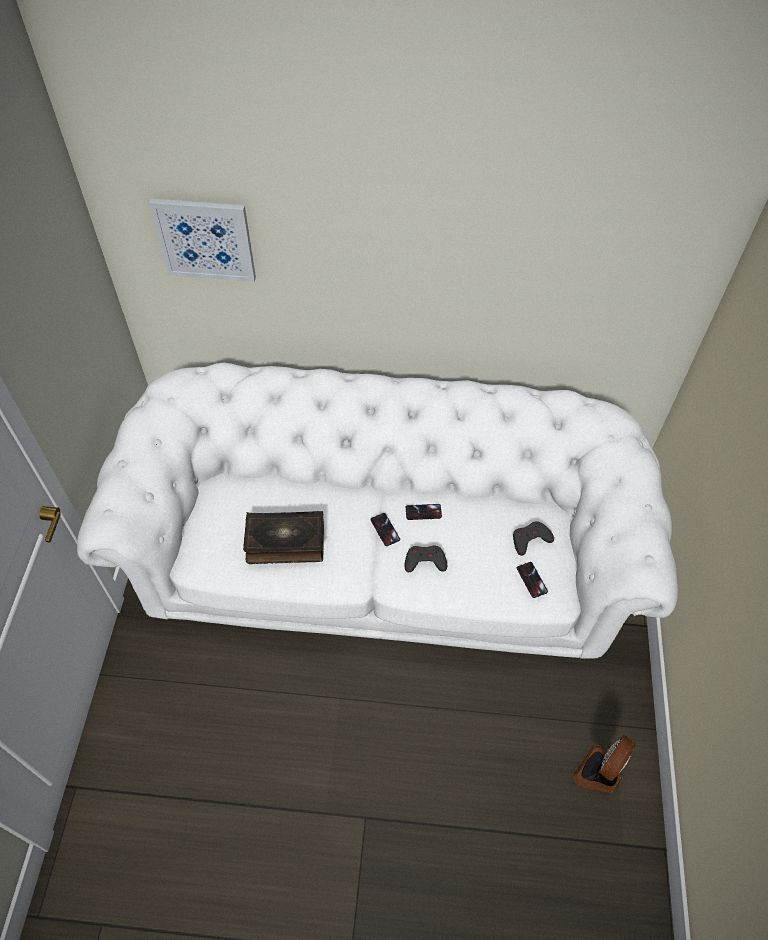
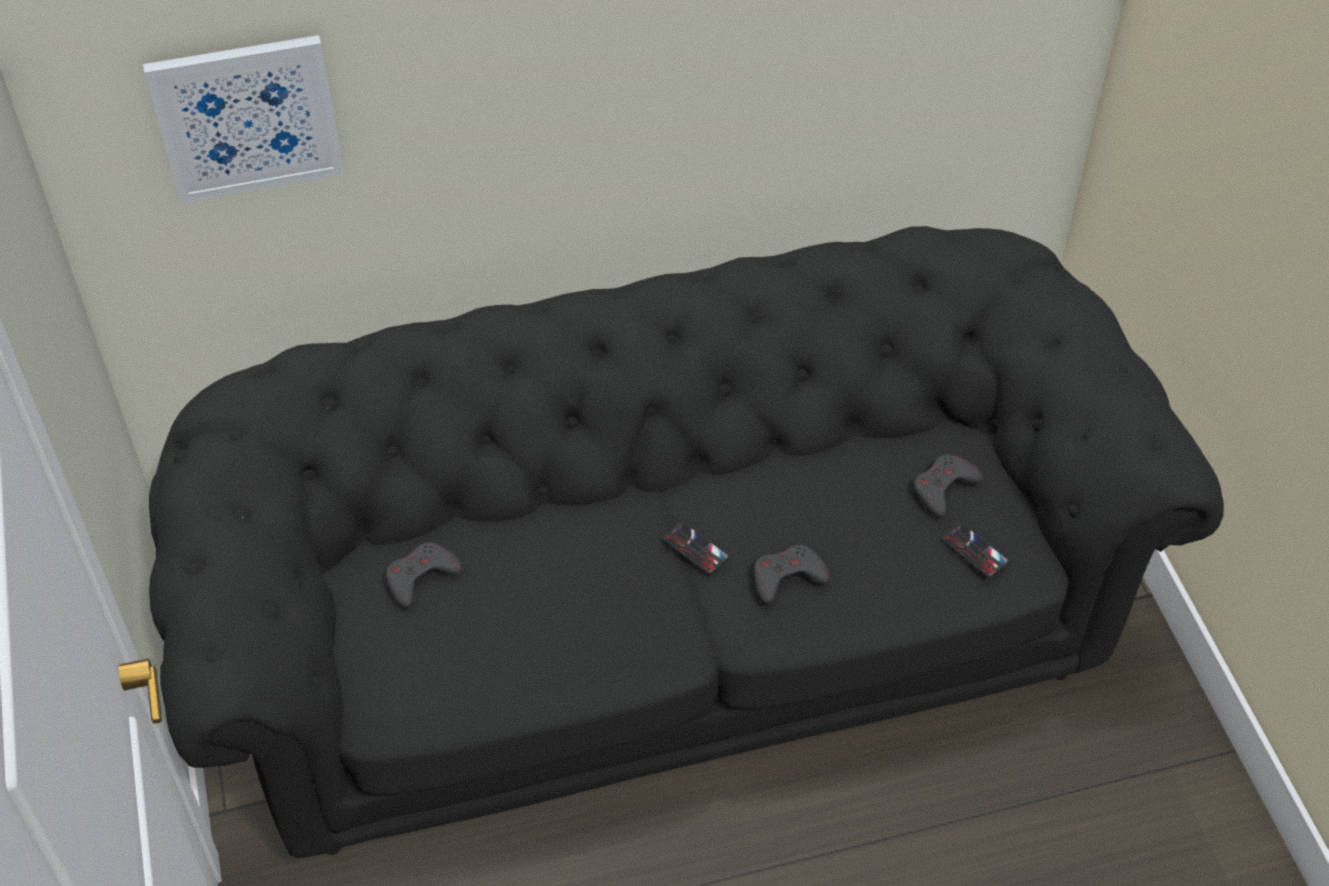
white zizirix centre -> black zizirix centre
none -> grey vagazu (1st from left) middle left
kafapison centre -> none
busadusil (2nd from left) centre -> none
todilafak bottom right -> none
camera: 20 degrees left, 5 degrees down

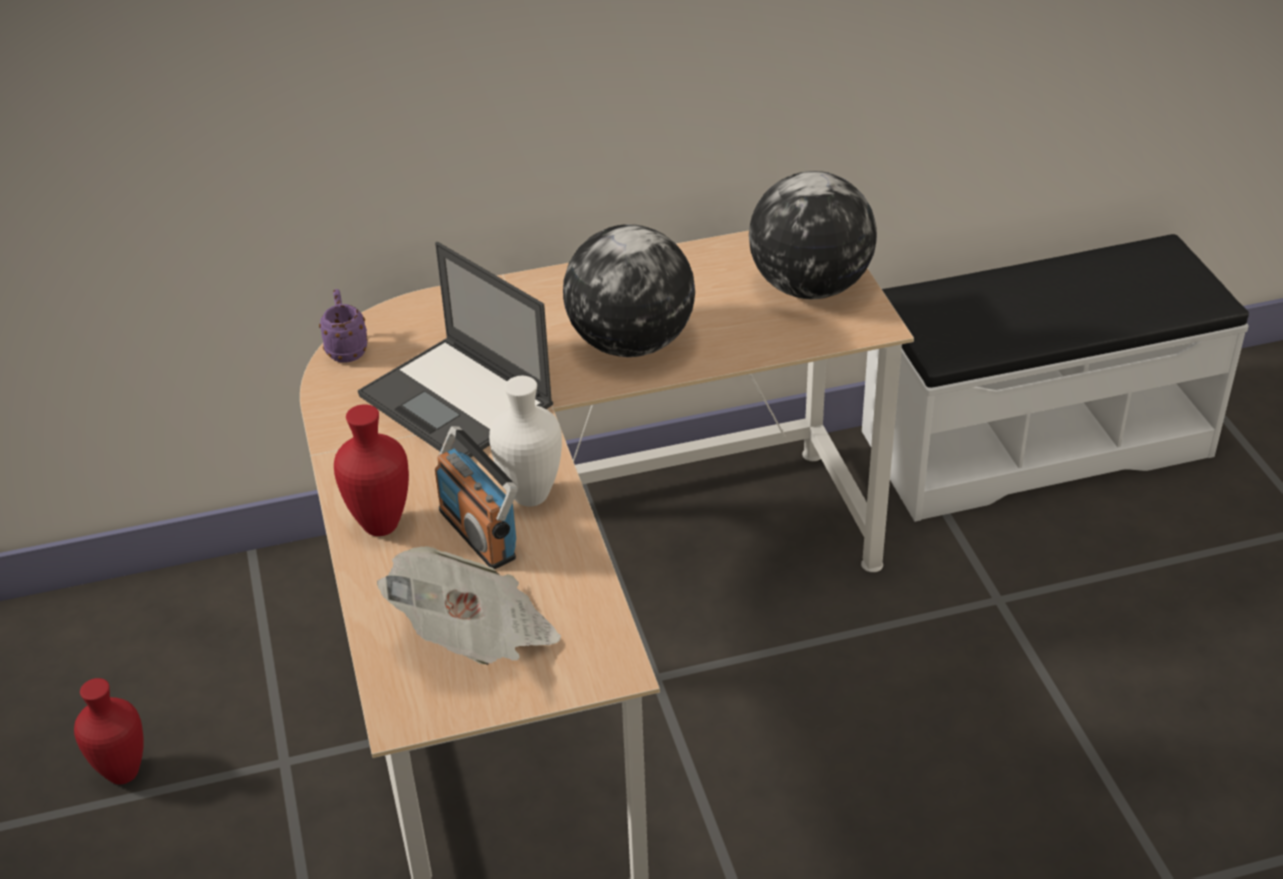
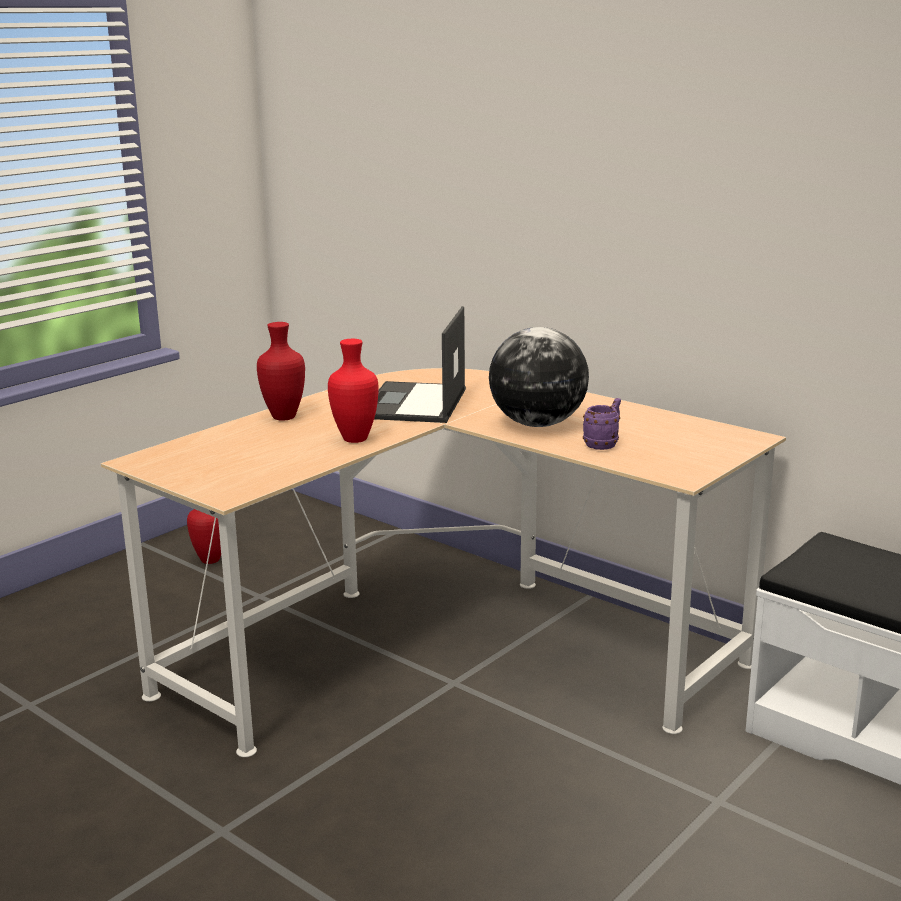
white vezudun centre -> red vezudun (3rd from left) centre
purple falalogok middle left -> purple falalogok middle right, move
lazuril bottom centre -> none
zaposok centre -> none
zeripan (2nd from left) top centre -> none
camera: 55 degrees right, 20 degrees down

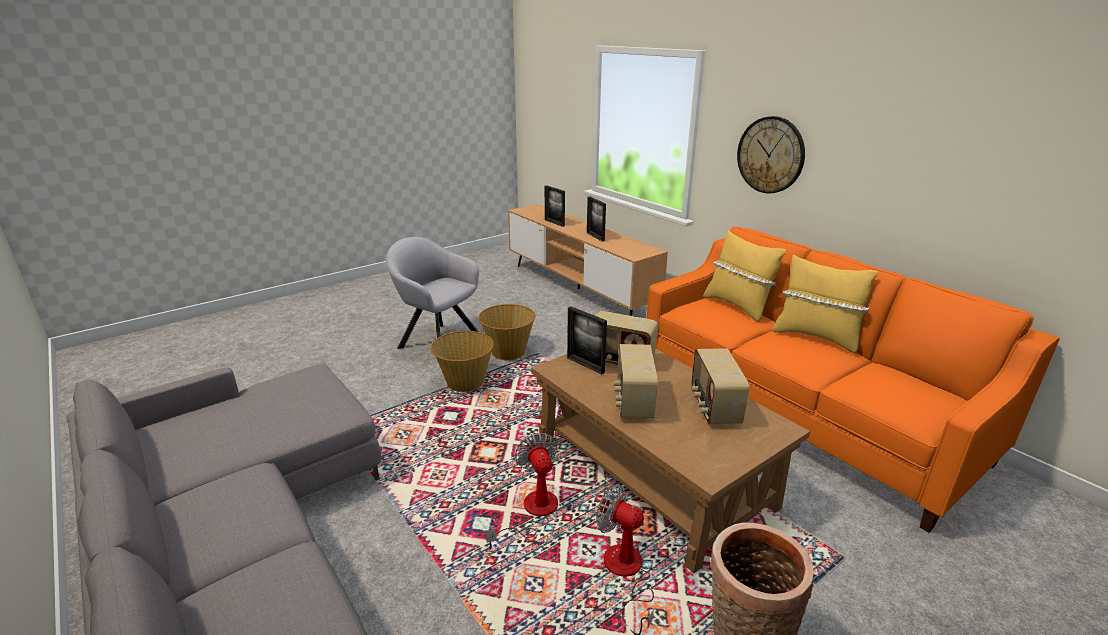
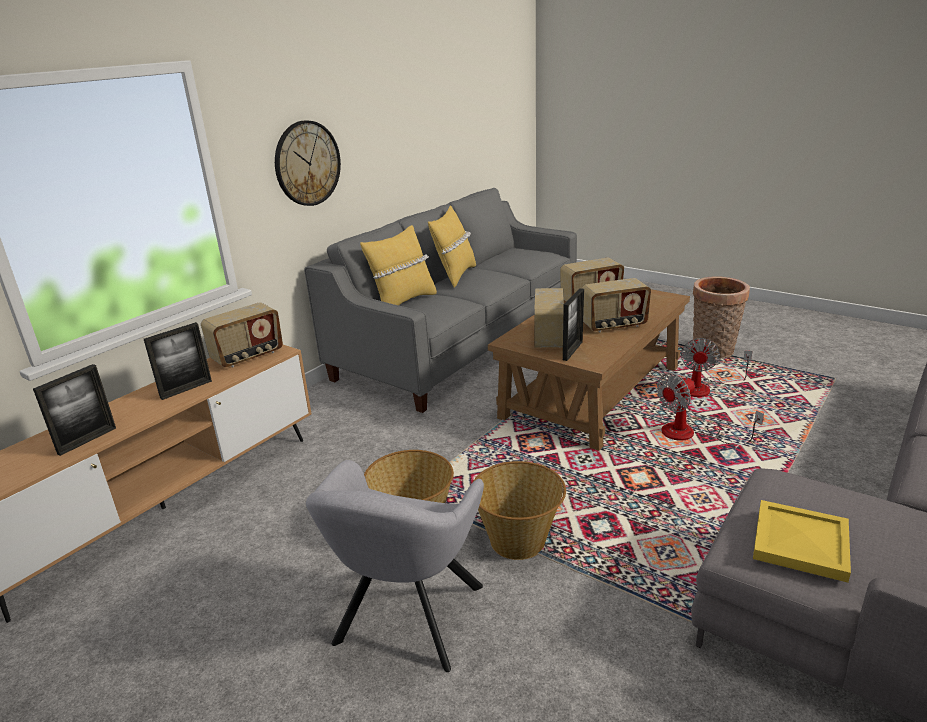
none -> zaposok (1st from left) middle left
orange zizirix middle right -> grey zizirix (1st from left) centre
none -> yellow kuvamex bottom right
camera: 105 degrees left, 0 degrees up

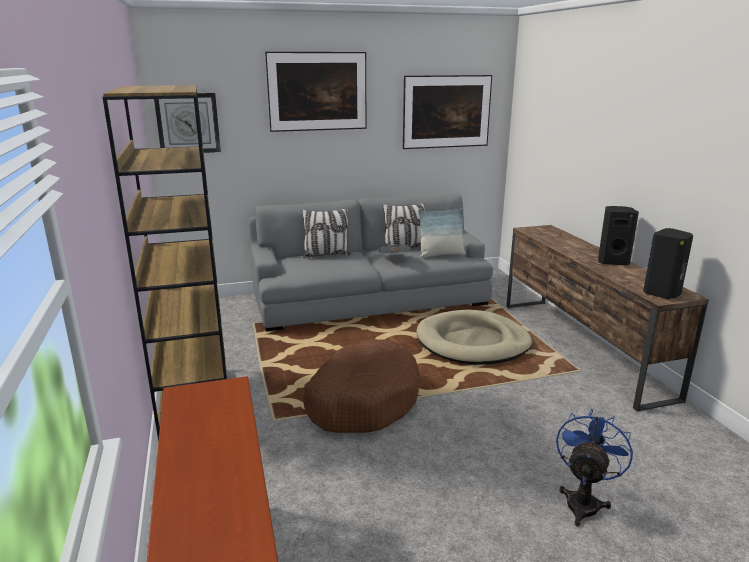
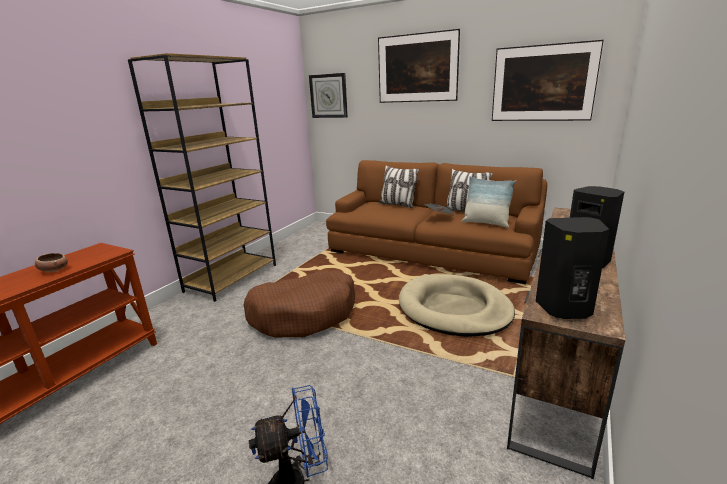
none -> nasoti middle left
grey zizirix centre -> brown zizirix centre
camera: 45 degrees right, 0 degrees up

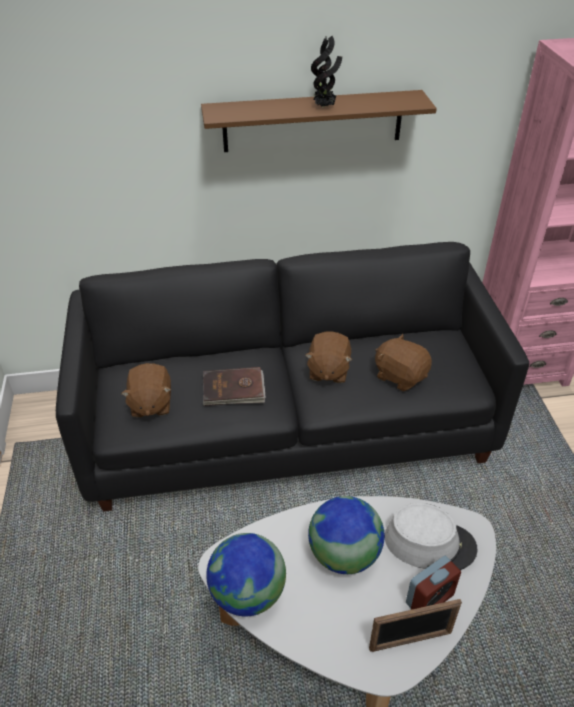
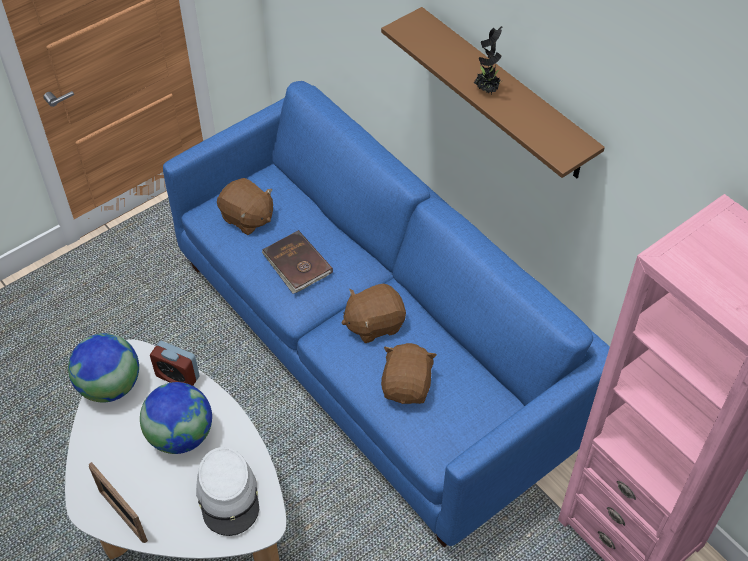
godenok bottom right -> godenok middle left, move
black zizirix centre -> blue zizirix centre
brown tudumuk (1st from left) middle left, 105 degrees counterclockwise
camera: 60 degrees right, 10 degrees up

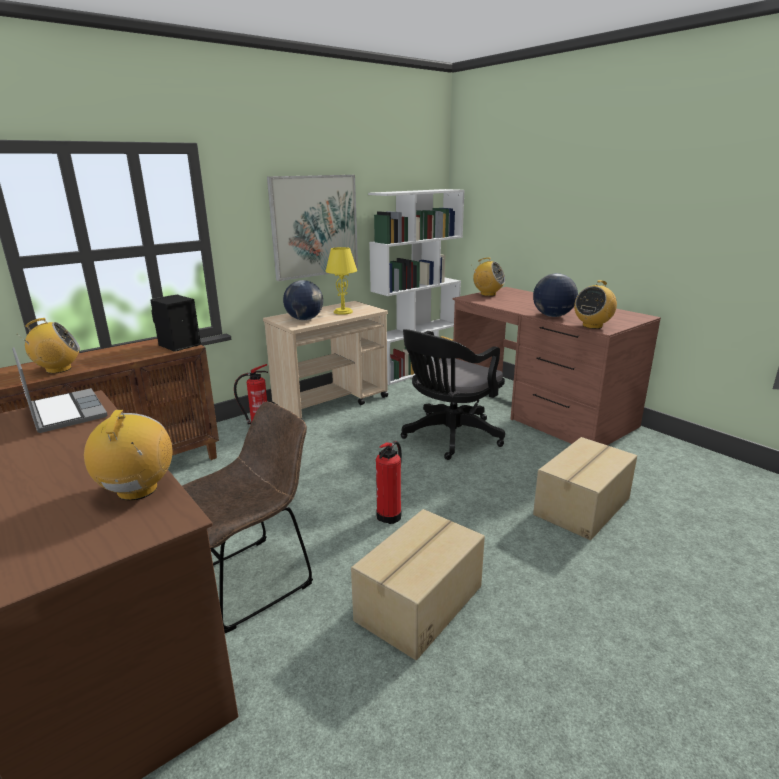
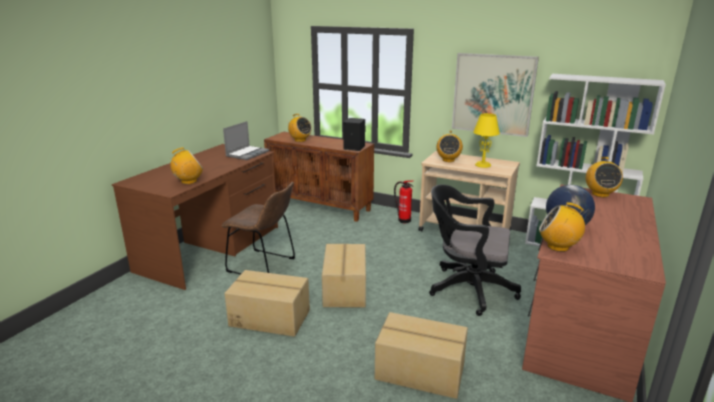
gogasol (2nd from left) centre -> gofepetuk (2nd from left) bottom centre
zeripan (1st from left) centre -> zaposok (3rd from left) centre
camera: 65 degrees right, 0 degrees up

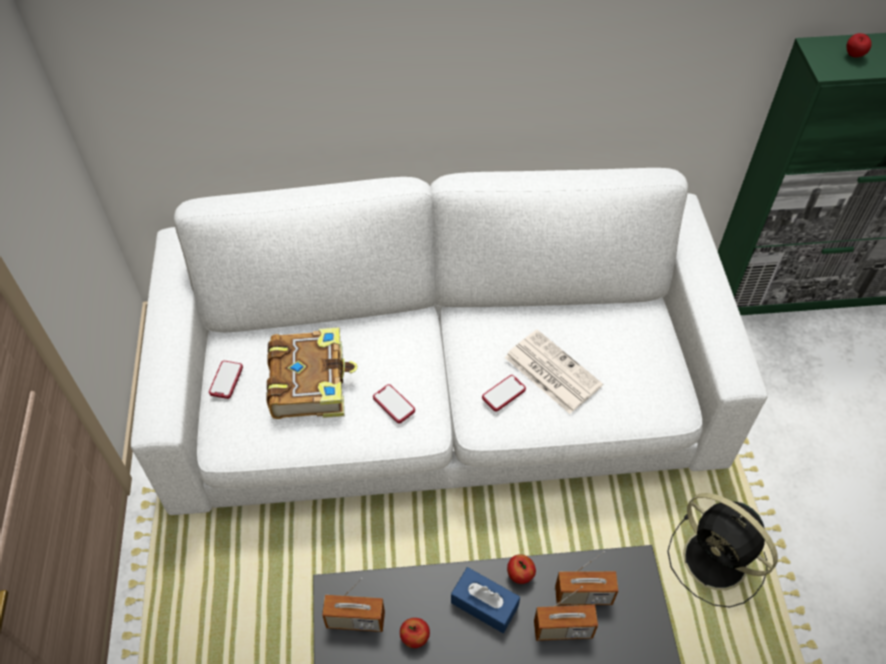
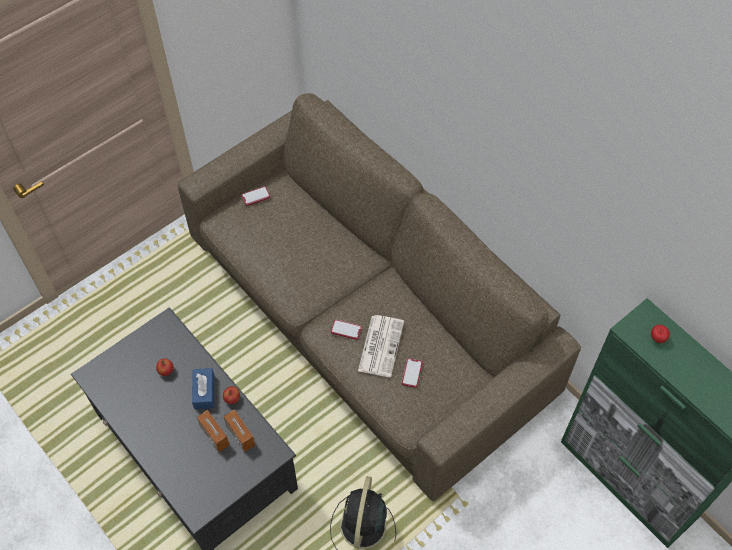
white zizirix centre -> brown zizirix centre
busadusil (2nd from left in the first image) centre -> busadusil (3rd from left) bottom centre, move
kafapison centre -> none
zaposok (1st from left) bottom centre -> none
camera: 55 degrees right, 5 degrees up

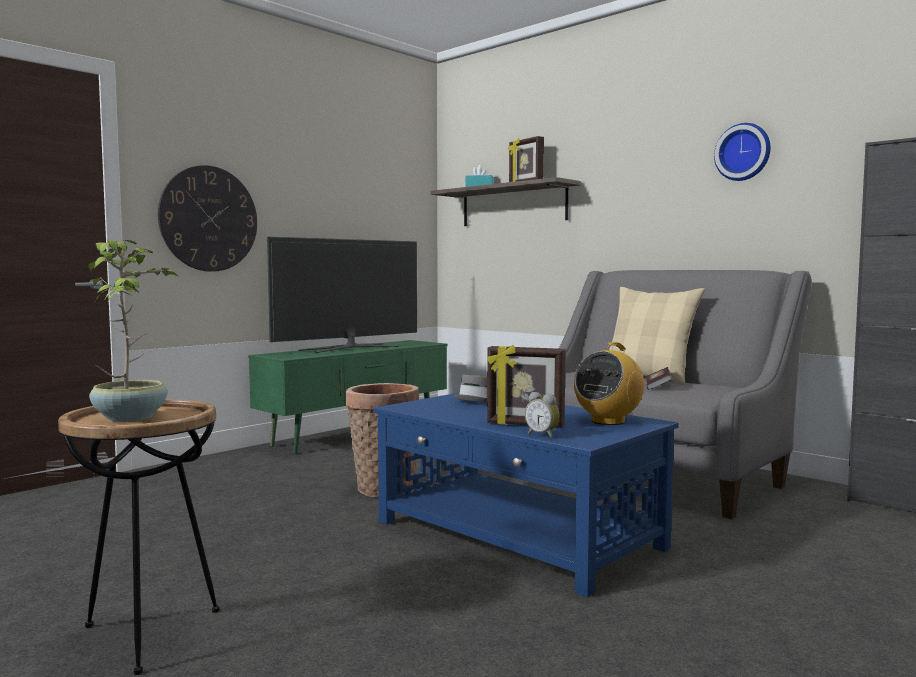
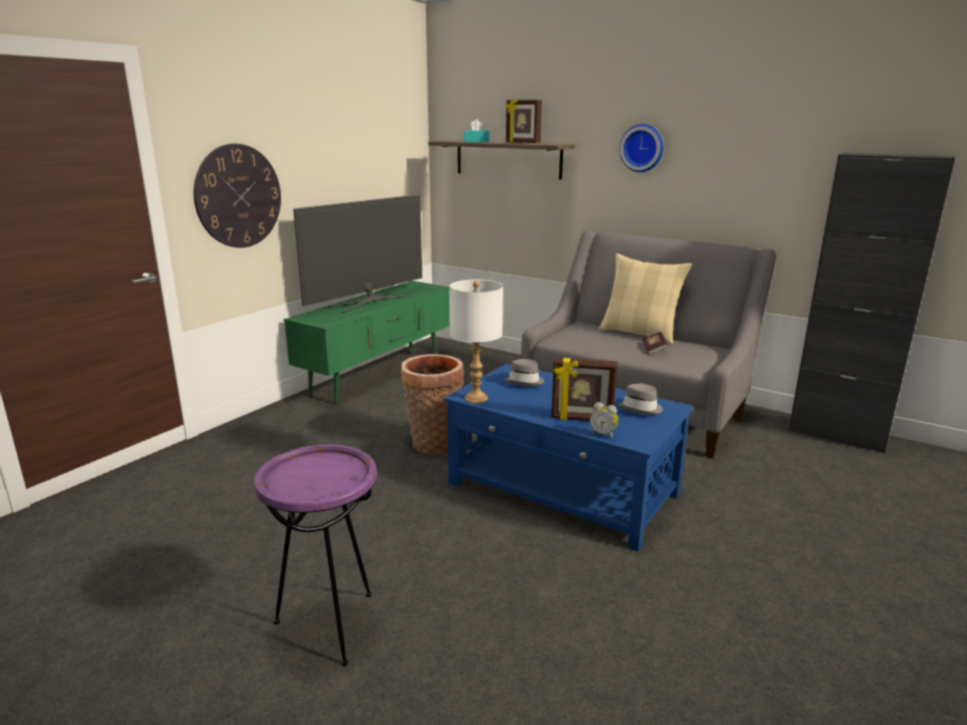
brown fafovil bottom left -> purple fafovil bottom left
none -> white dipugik centre
zaposok centre -> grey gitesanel (2nd from left) centre
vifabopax (2nd from left) top right -> vifabopax (2nd from left) top centre, move
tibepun middle left -> none
camera: 10 degrees left, 15 degrees up

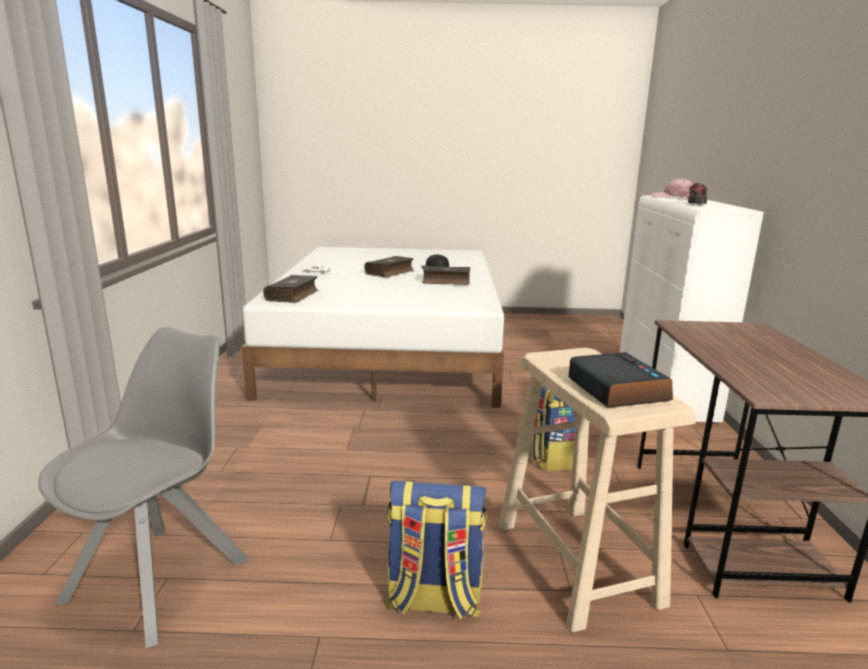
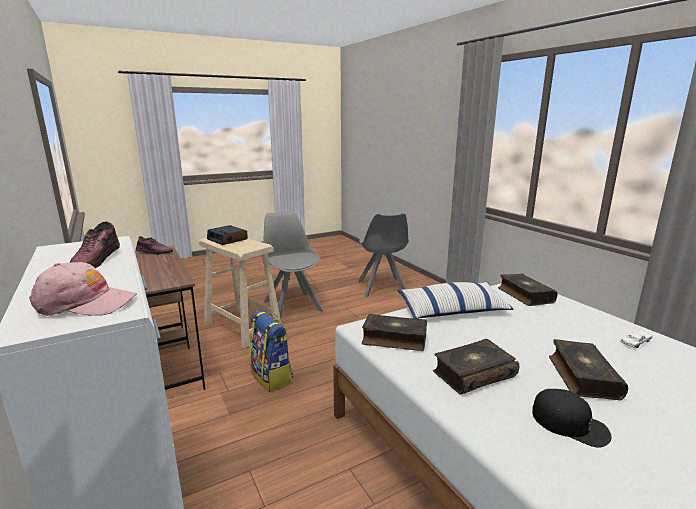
none -> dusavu (2nd from left) middle left
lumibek (1st from left) bottom centre -> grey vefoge (1st from left) centre
none -> kafapison (1st from left) centre
none -> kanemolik centre
camera: 150 degrees right, 0 degrees up

